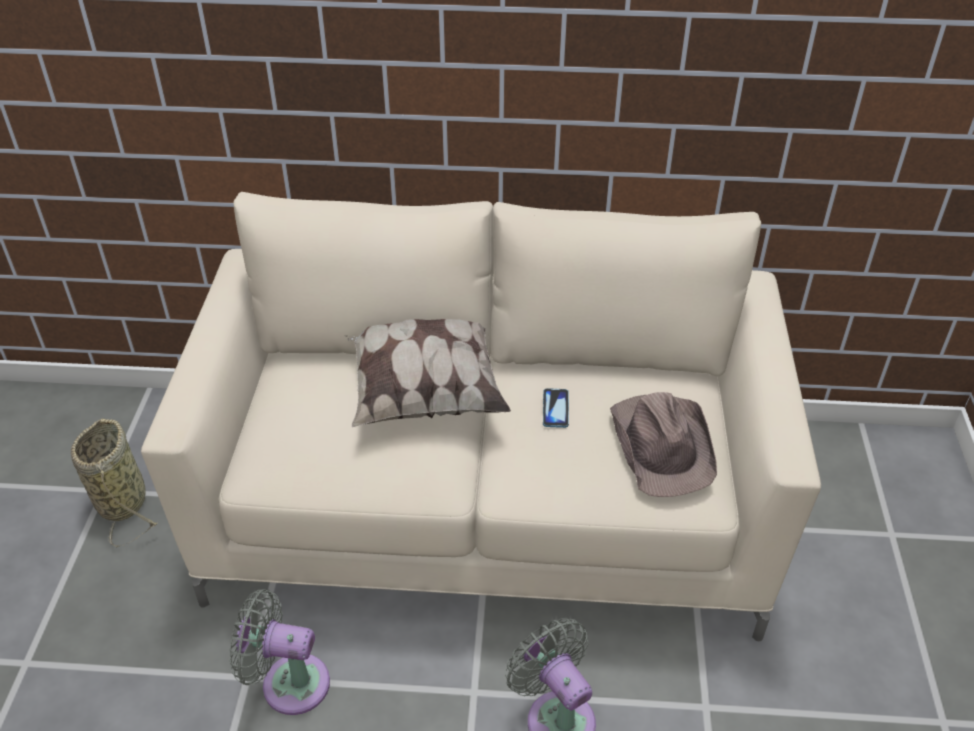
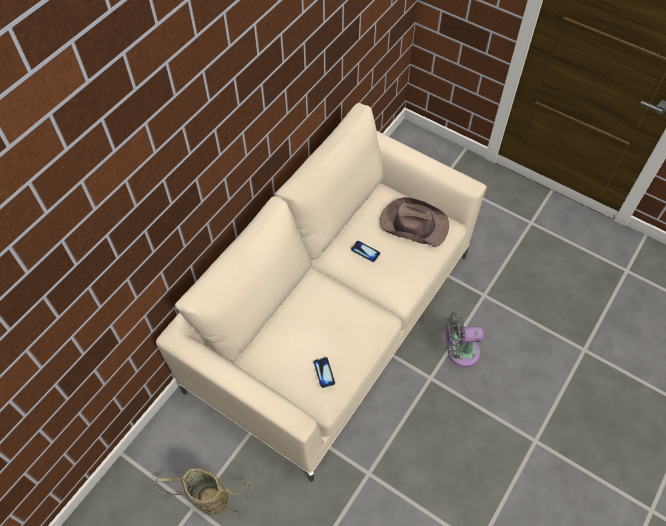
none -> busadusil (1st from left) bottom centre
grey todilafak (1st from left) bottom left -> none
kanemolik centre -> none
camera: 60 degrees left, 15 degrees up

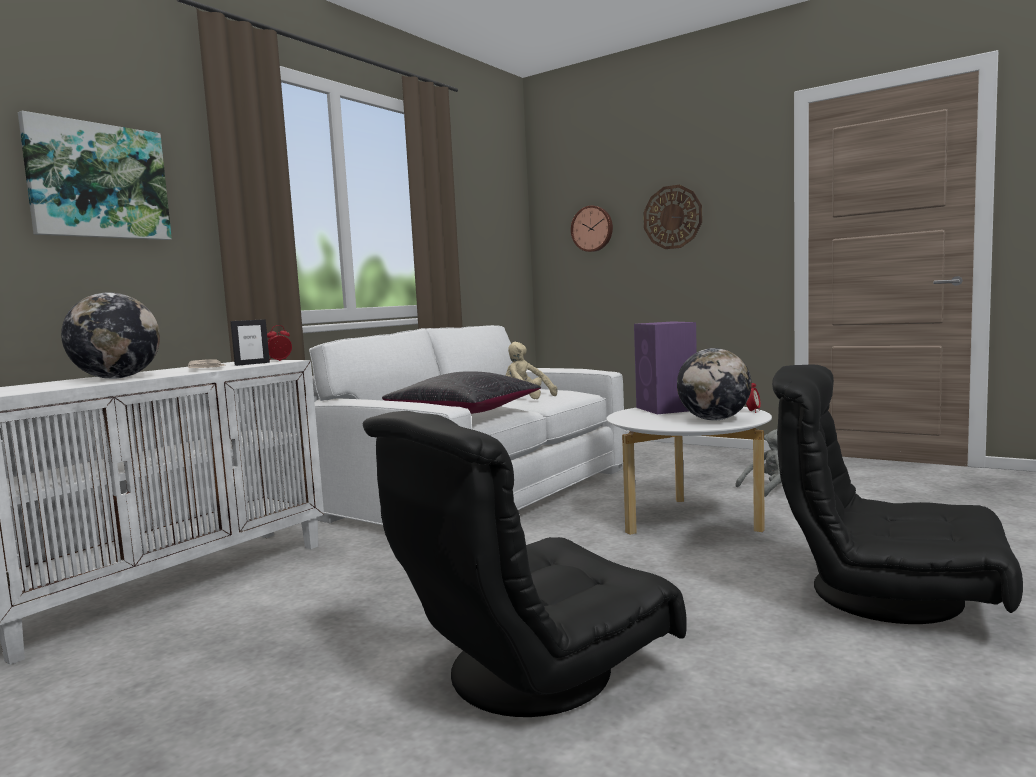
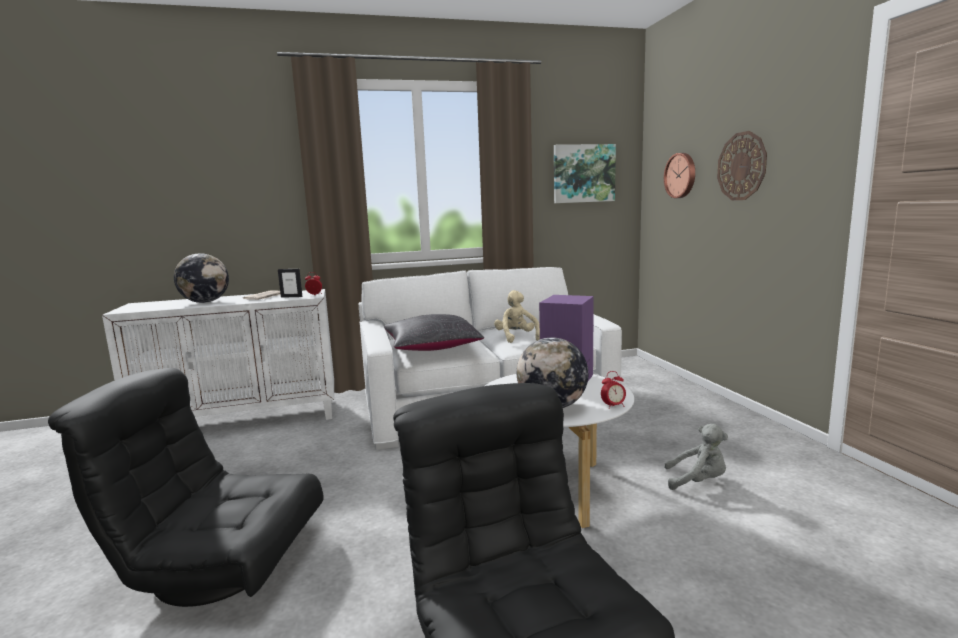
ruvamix top left -> ruvamix top centre, move
camera: 40 degrees right, 5 degrees up

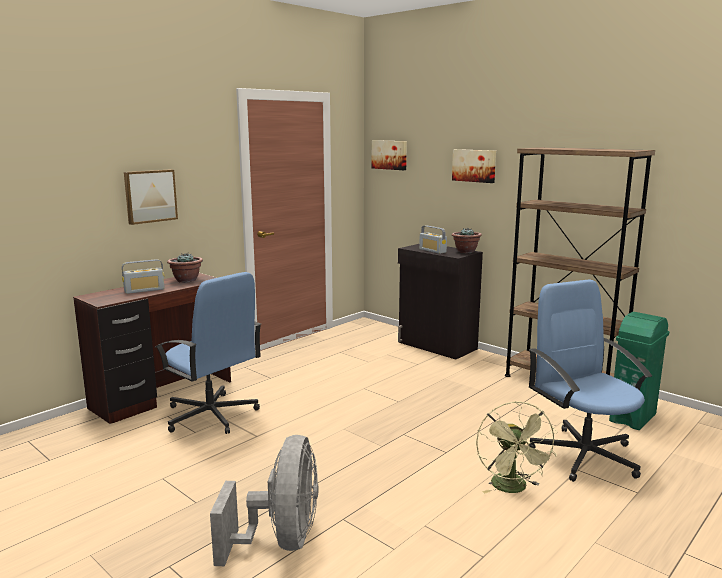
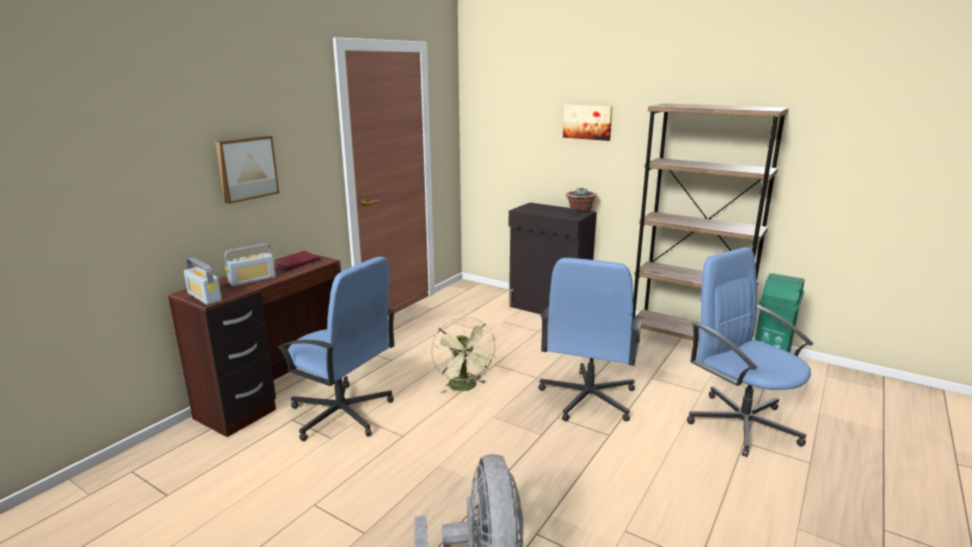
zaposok (2nd from left in the first image) centre -> zaposok (1st from left) middle left, move
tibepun (1st from left) middle left -> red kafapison middle left
green todilafak bottom right -> green todilafak centre, move
none -> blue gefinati (2nd from left) centre
ruvamix (2nd from left) top centre -> none
camera: 10 degrees left, 5 degrees up

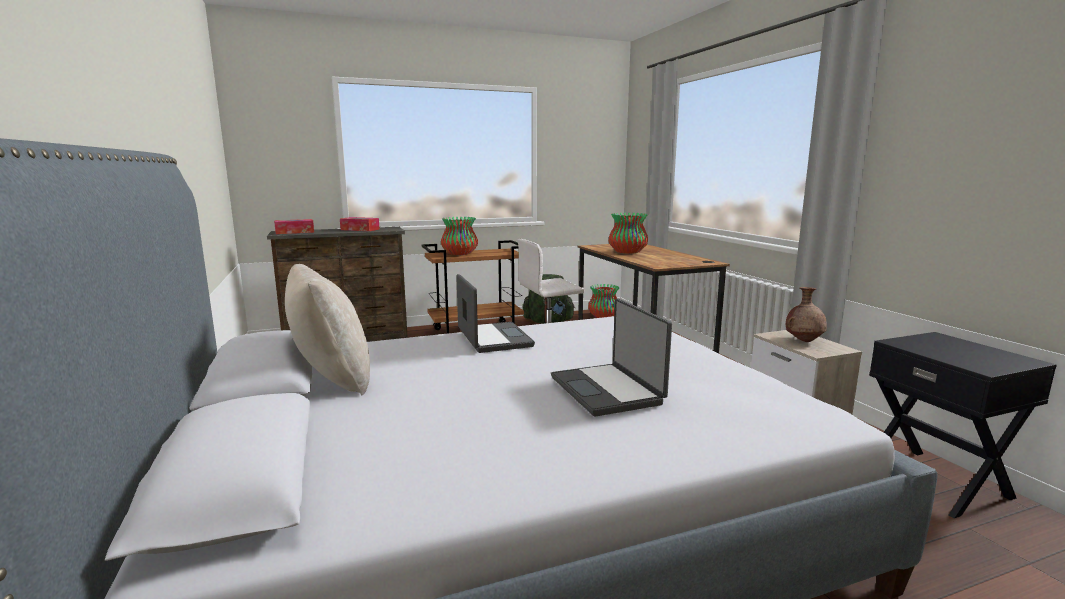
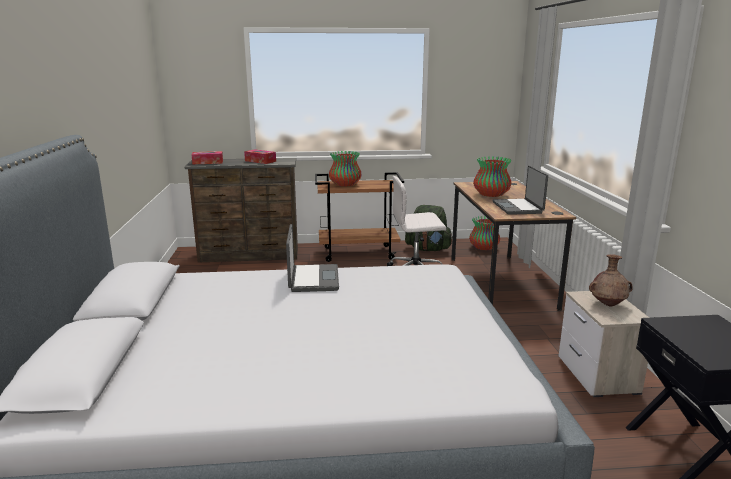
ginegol (2nd from left) centre -> ginegol (2nd from left) middle right, move
beige kanemolik middle left -> none
camera: 15 degrees right, 5 degrees up

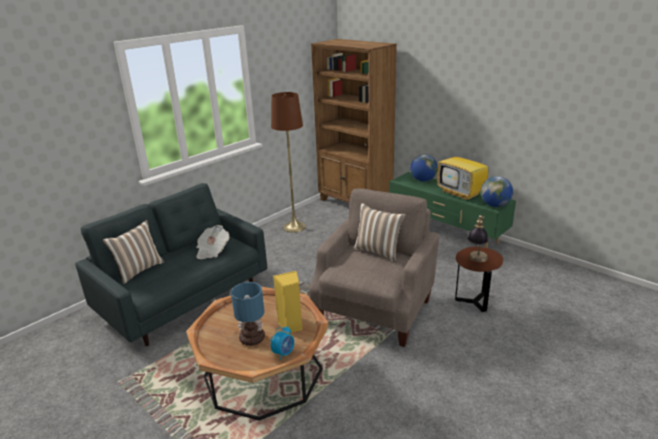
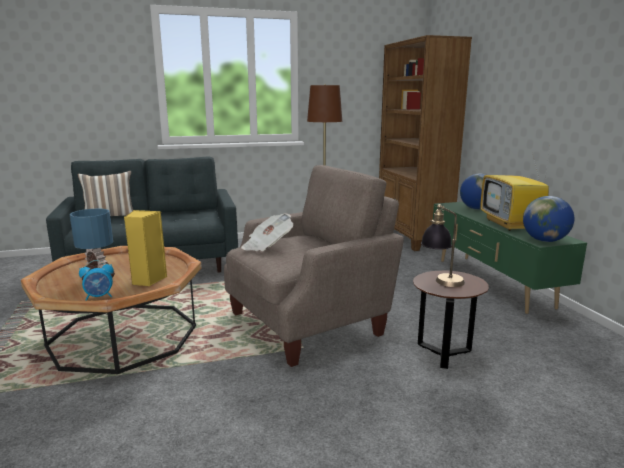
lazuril middle left -> lazuril centre, move
kanemolik (2nd from left) centre -> none
camera: 30 degrees right, 10 degrees down

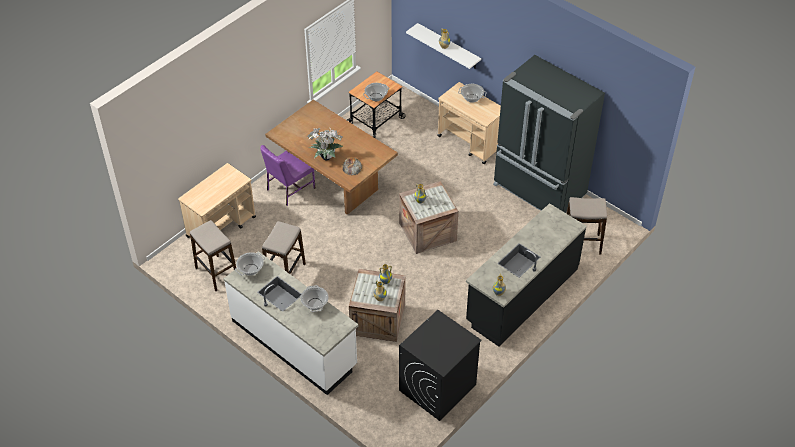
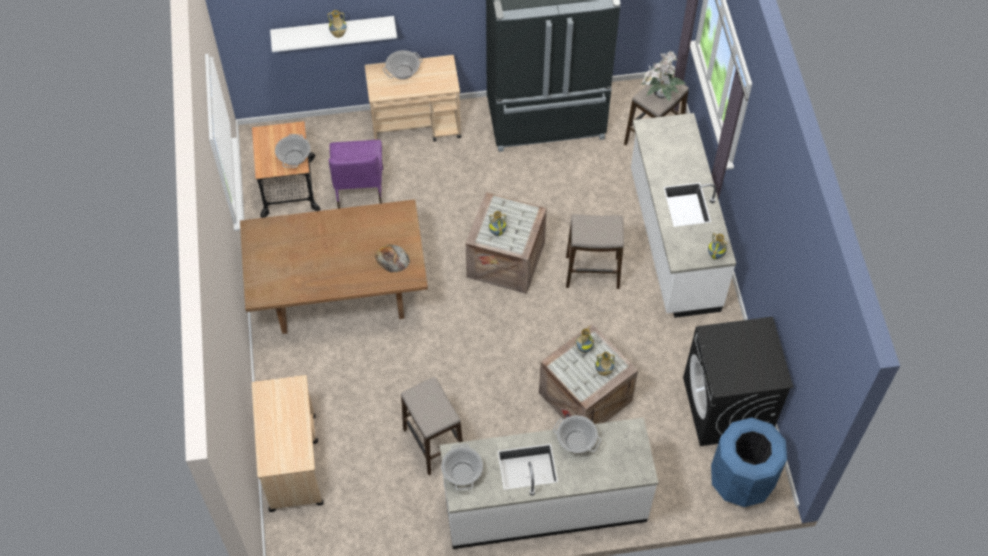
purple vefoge centre -> purple vefoge top centre, move
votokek (1st from left in the first image) middle left -> votokek (2nd from left) centre, move
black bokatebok centre -> white bokatebok (2nd from left) middle right
tibepun top centre -> tibepun top right, move
none -> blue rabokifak bottom right
camera: 50 degrees left, 10 degrees up

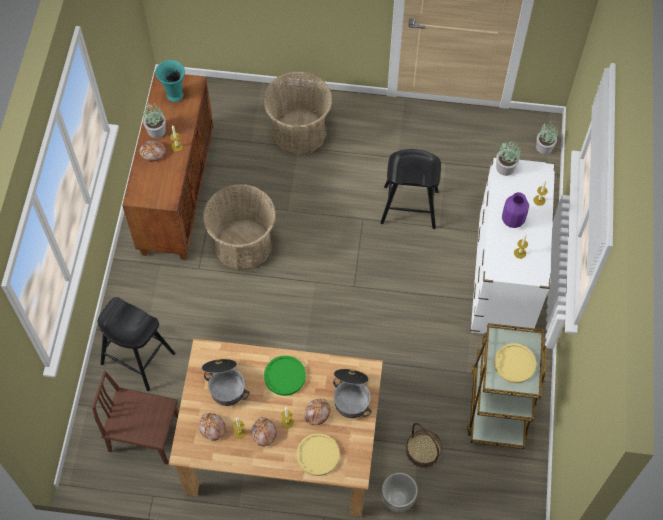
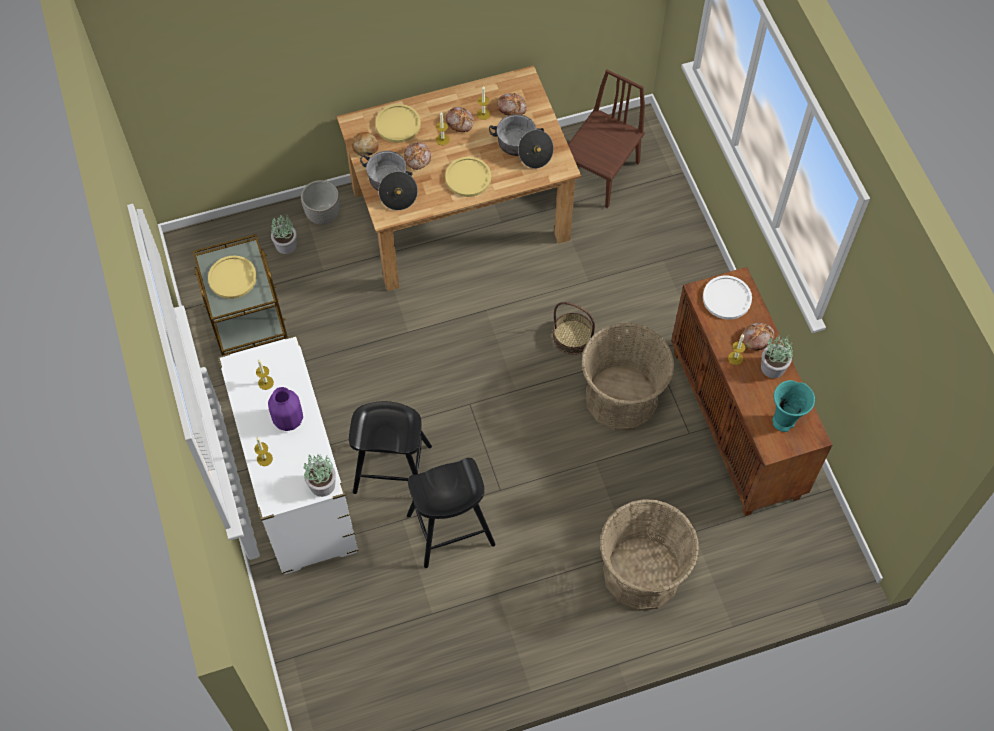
tibepun (3rd from left in the first image) top right -> tibepun (1st from left) top left, move
black votokek (1st from left) middle left -> black votokek (1st from left) centre, move
none -> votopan (1st from left) top centre
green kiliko bottom centre -> yellow kiliko (3rd from left) top centre
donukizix (3rd from left in the first image) bottom centre -> donukizix (1st from left) centre, move
brown vefoge bottom left -> brown vefoge top centre, 45 degrees counterclockwise
none -> white kiliko middle right
camera: 155 degrees right, 0 degrees up

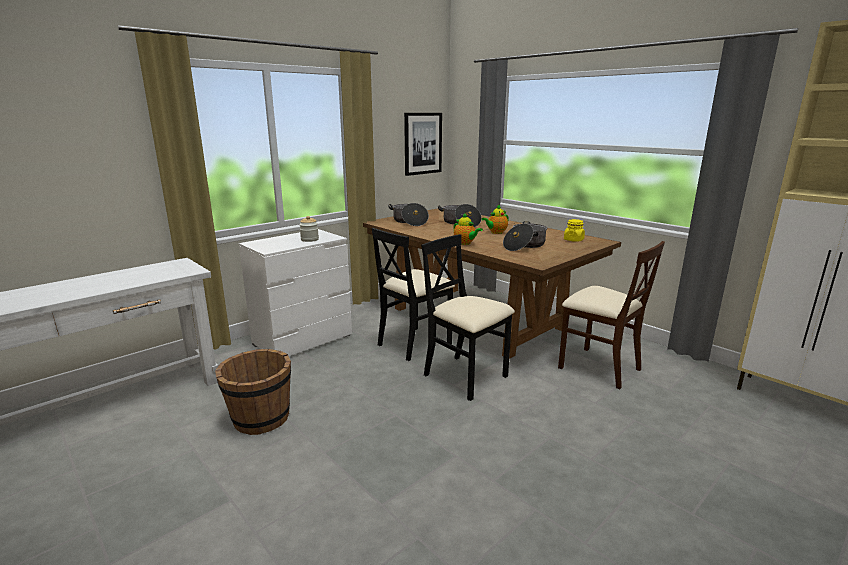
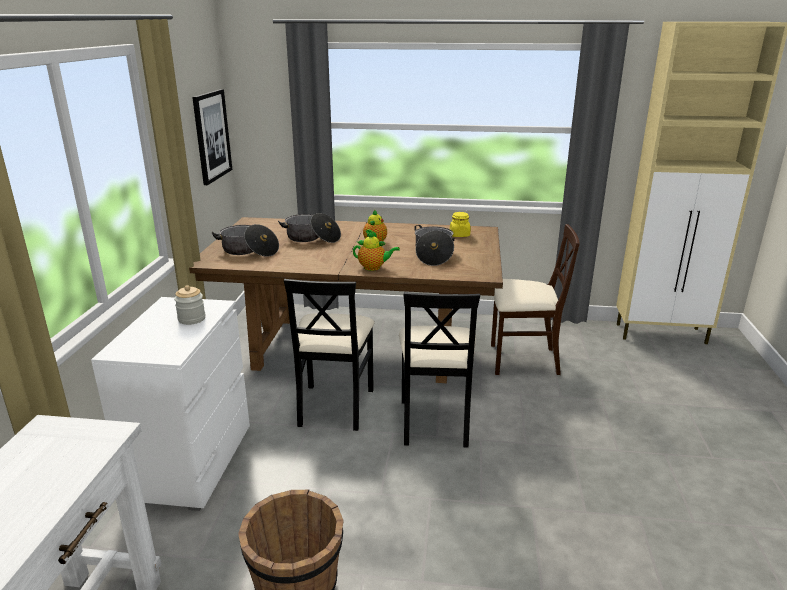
black vefoge (2nd from left) centre, 90 degrees counterclockwise
camera: 40 degrees left, 5 degrees up

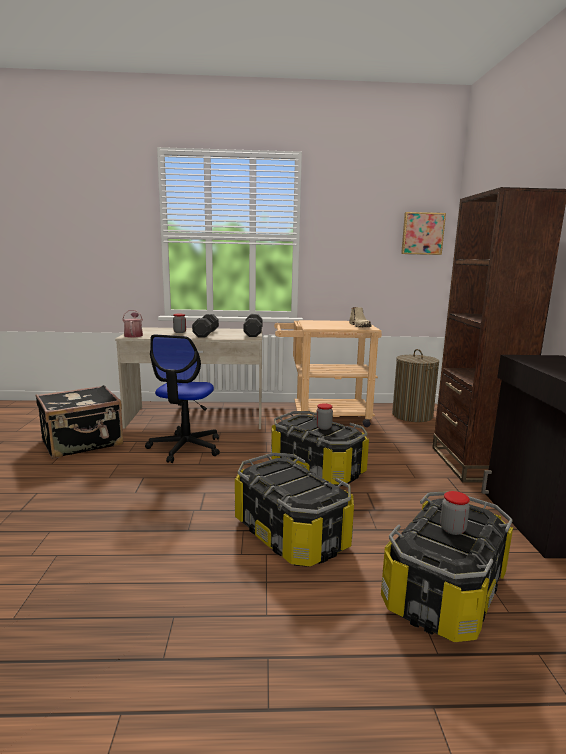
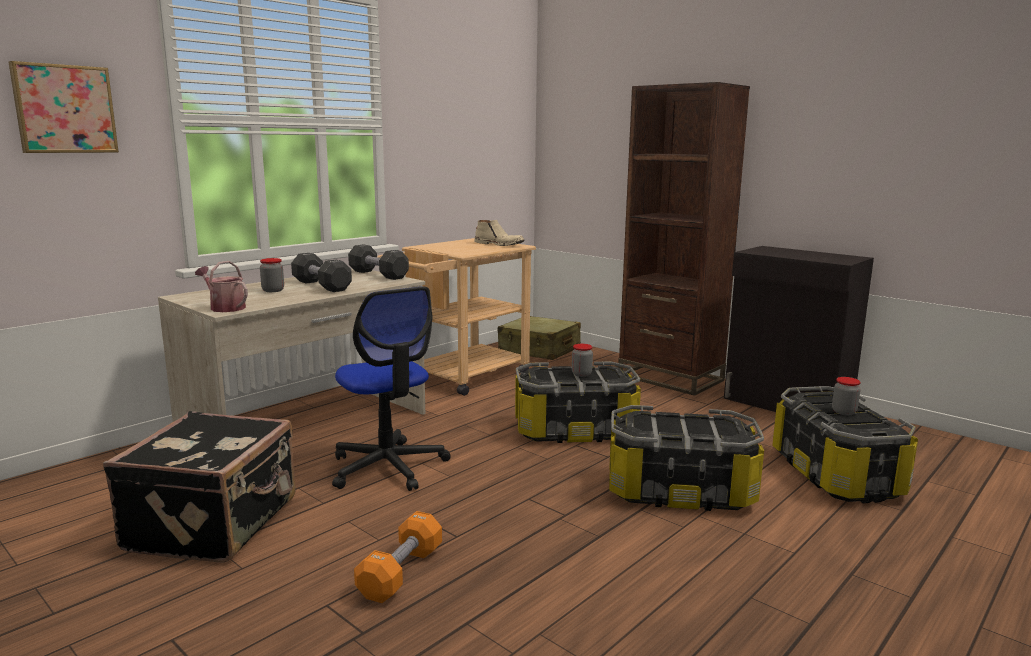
ruvamix top right -> ruvamix top left, move
none -> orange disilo bottom centre
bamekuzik middle right -> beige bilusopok centre
camera: 45 degrees left, 0 degrees up

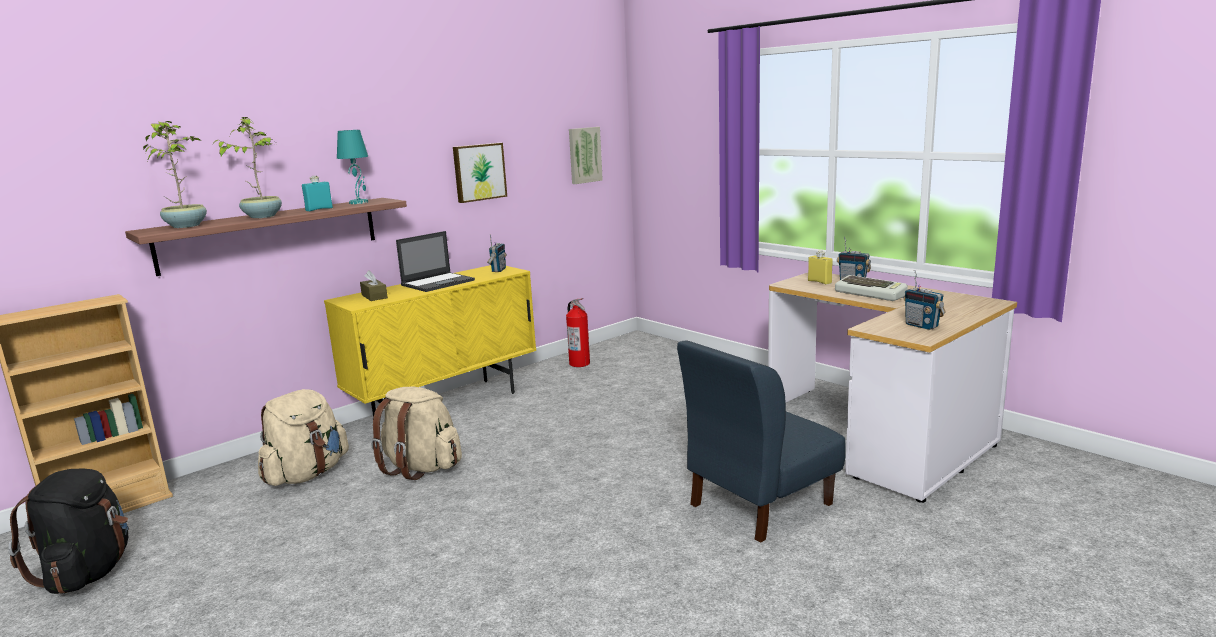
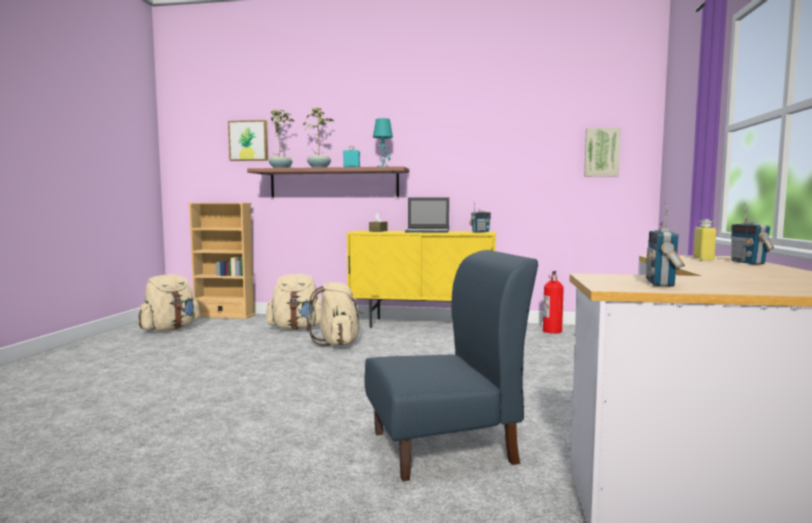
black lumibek bottom left -> beige lumibek (1st from left) middle left
ruvamix (1st from left) top centre -> ruvamix (1st from left) top left, move
blue vefoge bottom centre, 150 degrees clockwise
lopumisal middle right -> none
camera: 50 degrees right, 10 degrees down

